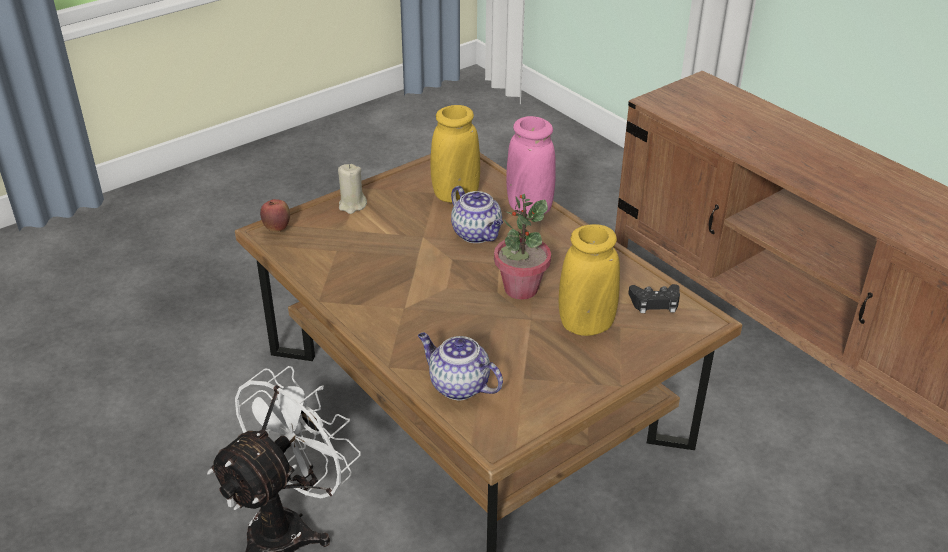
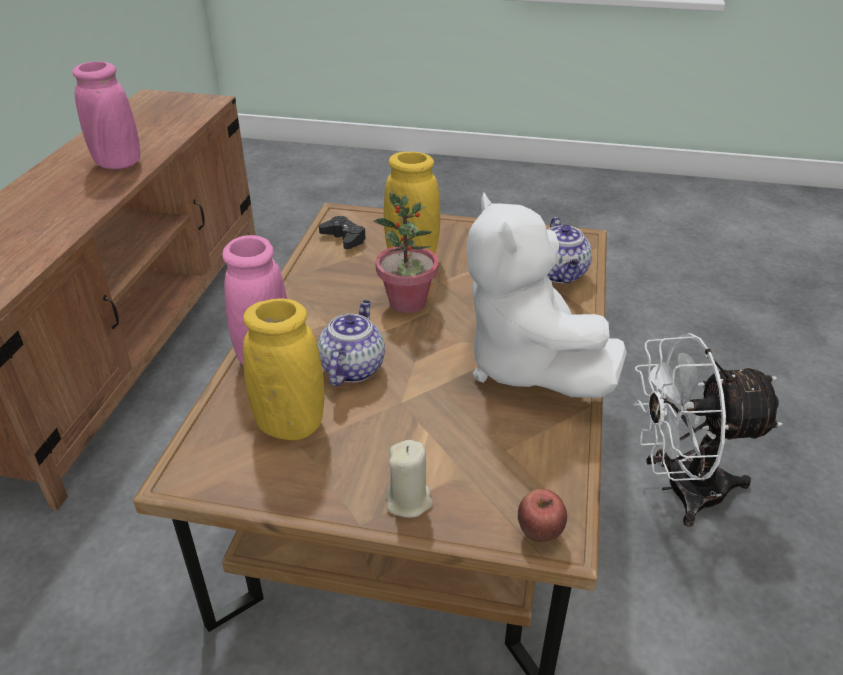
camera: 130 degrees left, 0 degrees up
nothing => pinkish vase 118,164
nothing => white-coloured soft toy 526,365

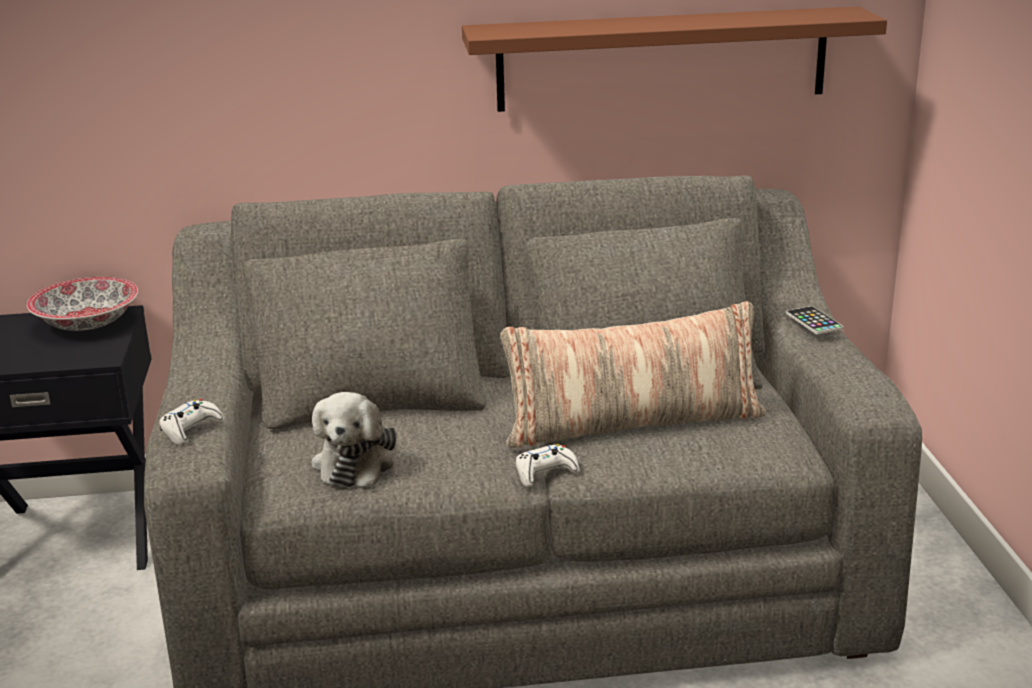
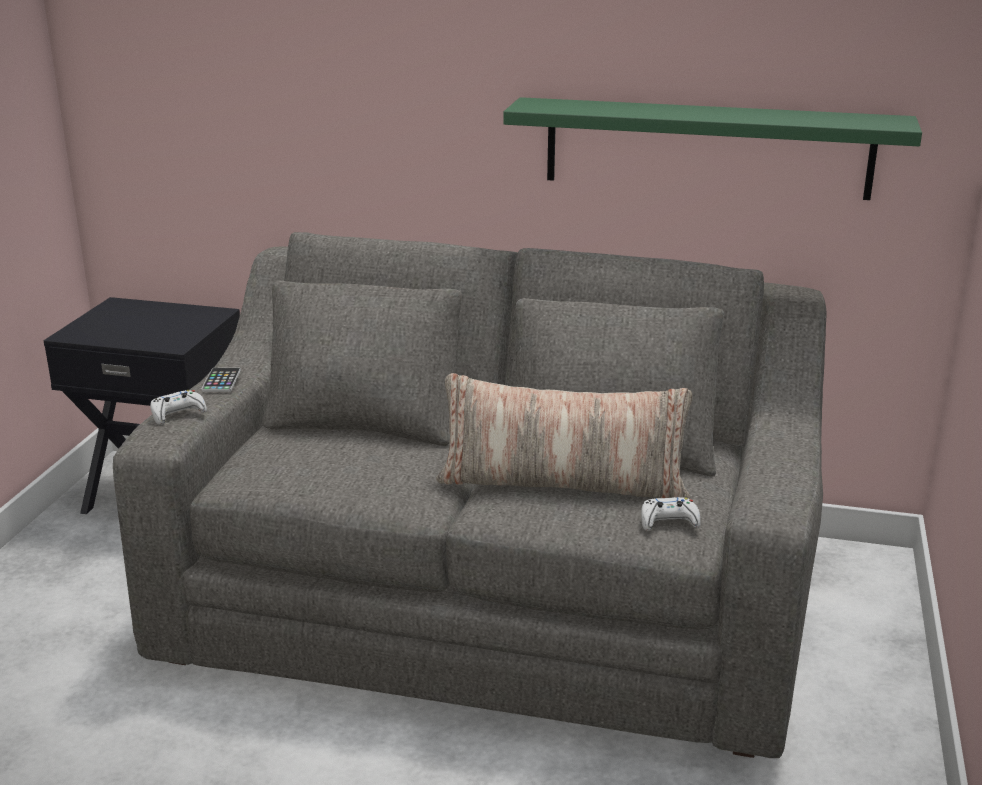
camera: 20 degrees right, 0 degrees up
telephone 814,321 => telephone 221,381, move
brown-coloured wall shelf 662,59 => green-coloured wall shelf 707,148
white-coloured game controller 545,473 => white-coloured game controller 668,521, move
serving bowl 88,323 => nothing
soft toy 355,462 => nothing

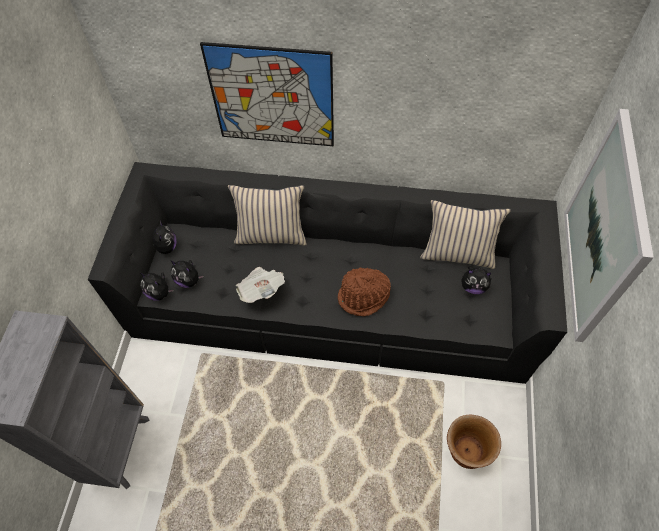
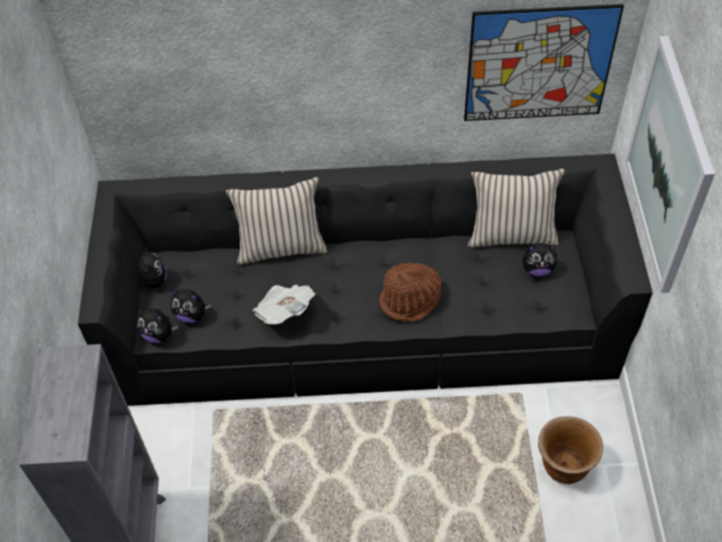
camera: 10 degrees left, 5 degrees down
wall picture 272,97 => wall picture 539,64, move

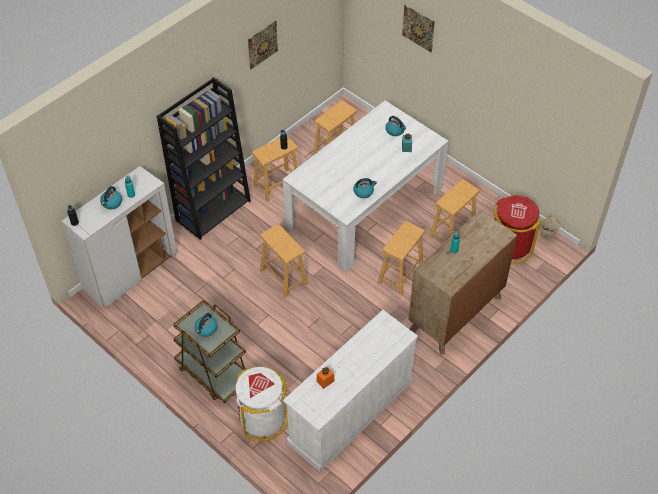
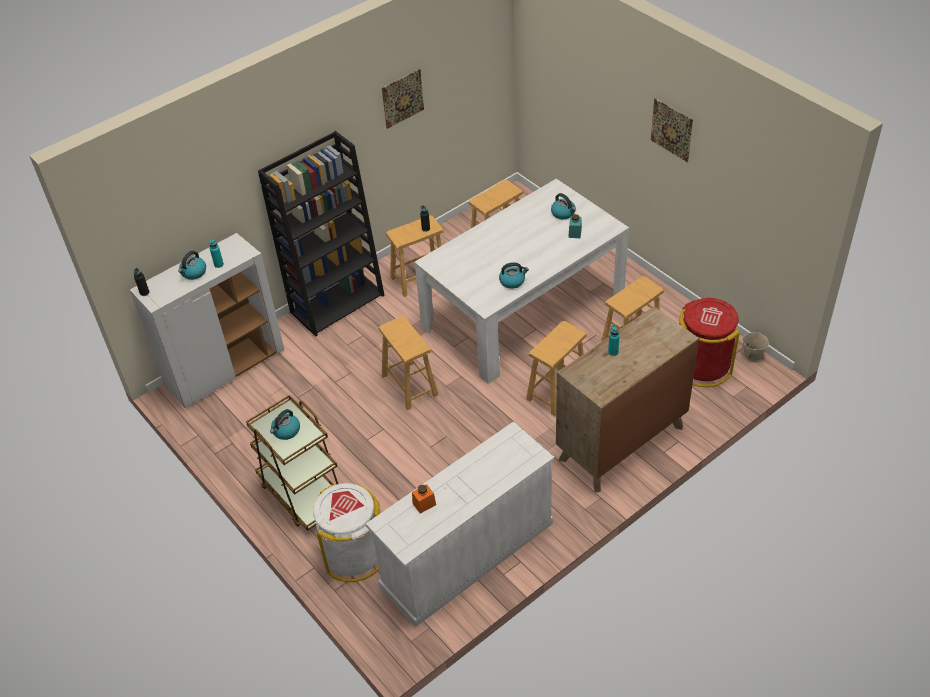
camera: 10 degrees right, 5 degrees down
wall picture 418,28 => wall picture 671,130, move

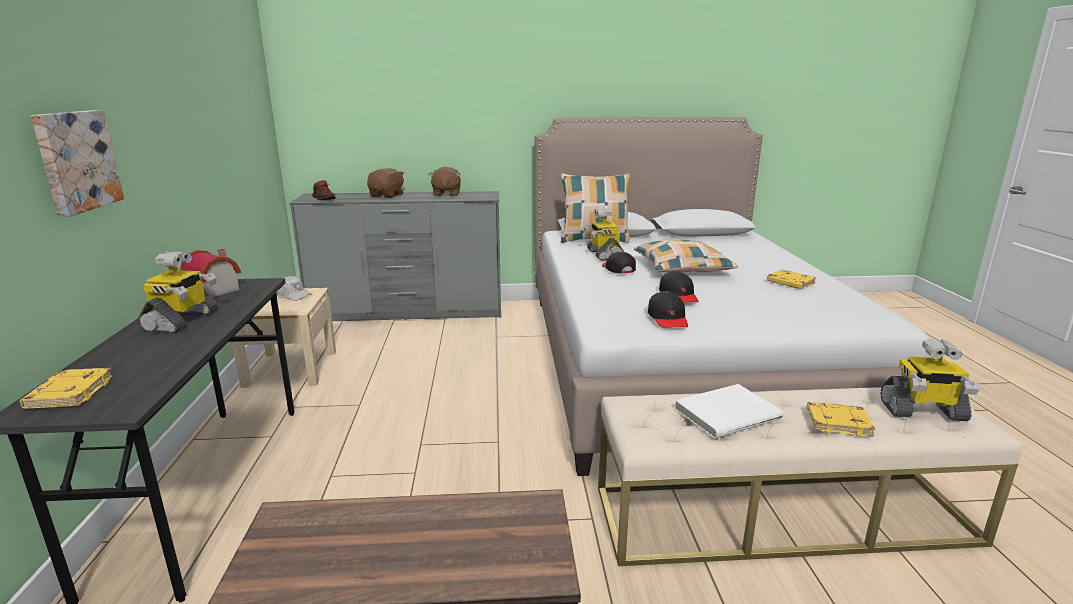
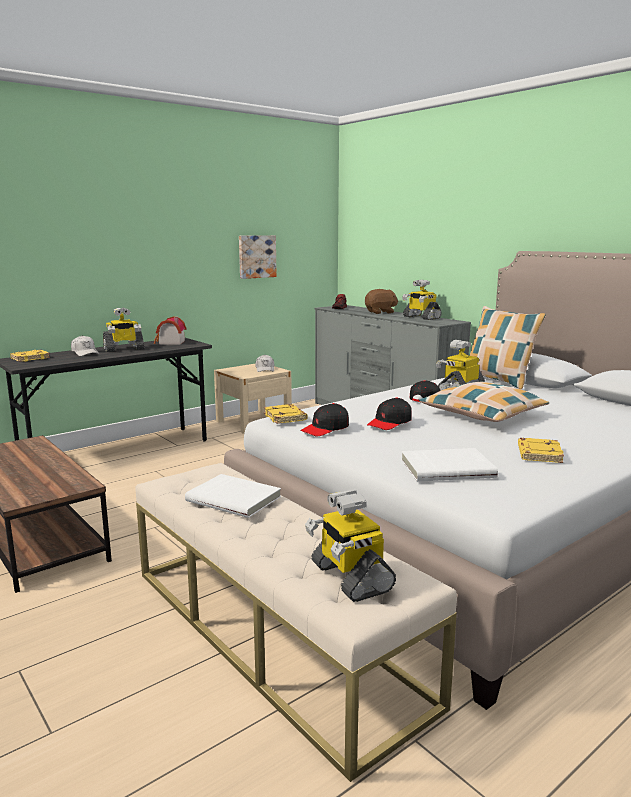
camera: 55 degrees right, 5 degrees down
nothing => white-coloured cap 85,353
wall picture 75,161 => wall picture 256,256, move
yellow-coloured bound book 838,422 => yellow-coloured bound book 286,417, move
nothing => white-coloured bound book 446,468
brown-coloured soft toy 446,194 => model robot 421,317

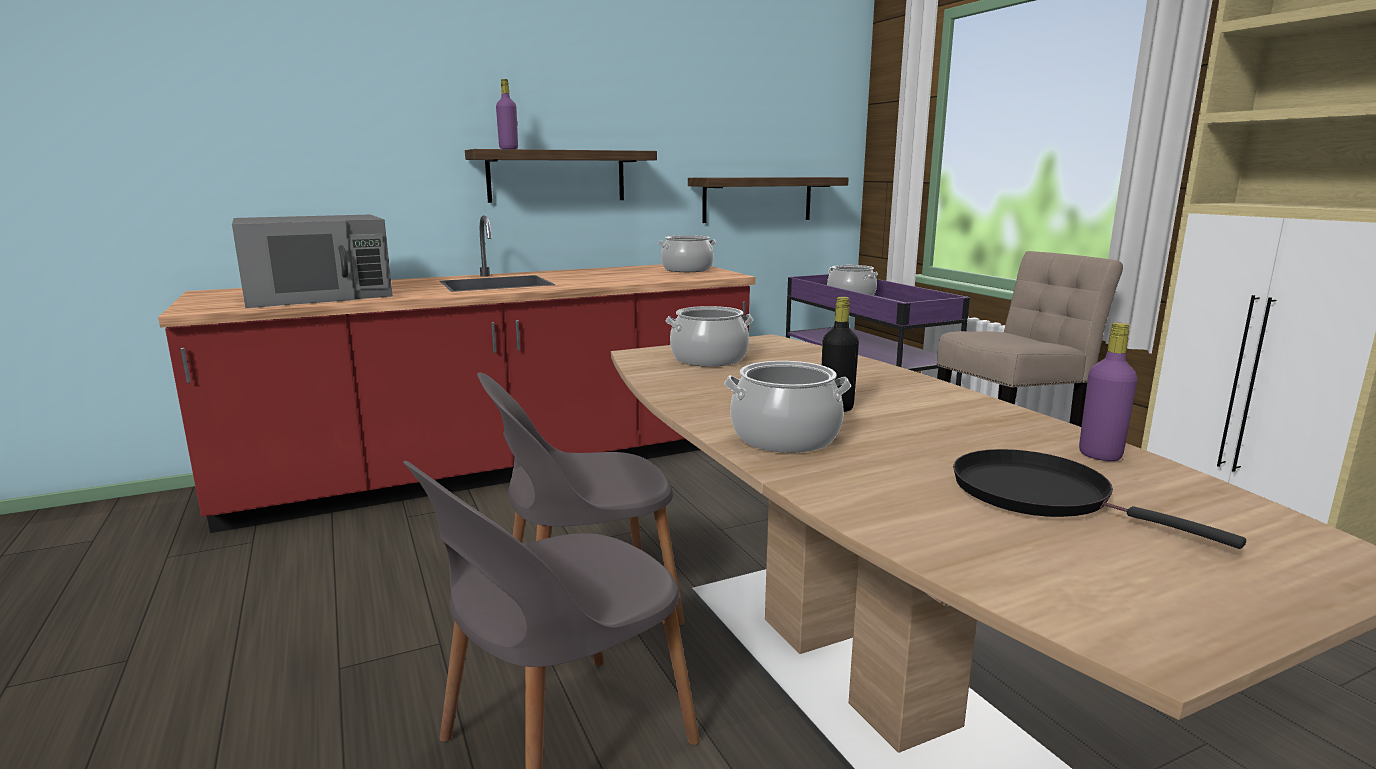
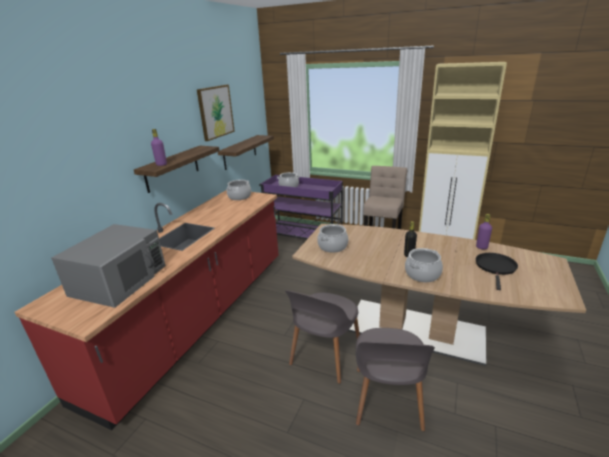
camera: 40 degrees left, 10 degrees up
nothing => wall picture 215,112
black-coloured pan 1040,495 => black-coloured pan 495,267, 105 degrees clockwise

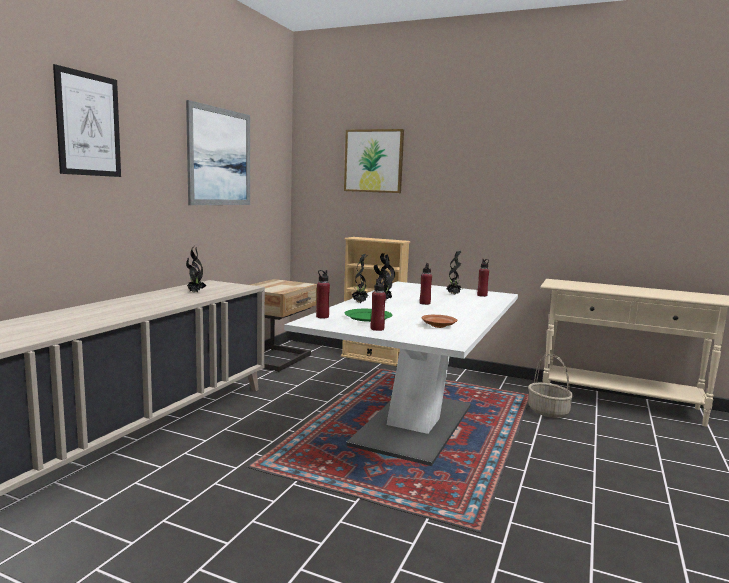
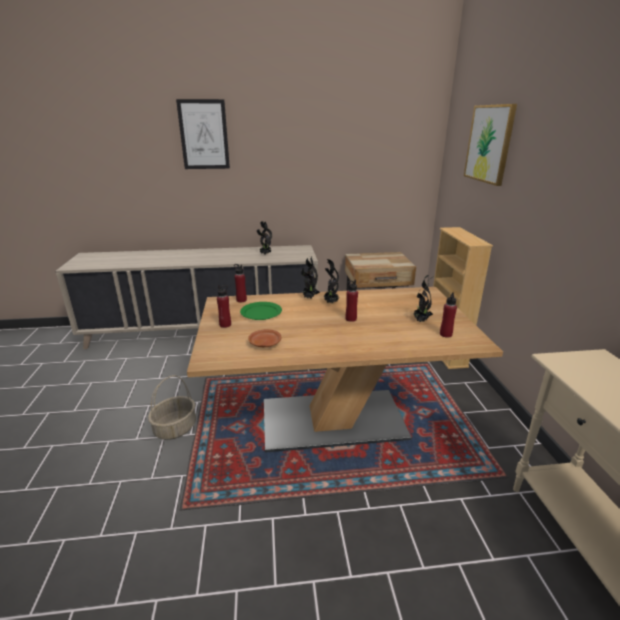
camera: 60 degrees right, 15 degrees up
storage basket 548,411 => storage basket 175,429, move
white-coloured dinner table 414,424 => brown-coloured dinner table 332,420
wall picture 220,157 => nothing

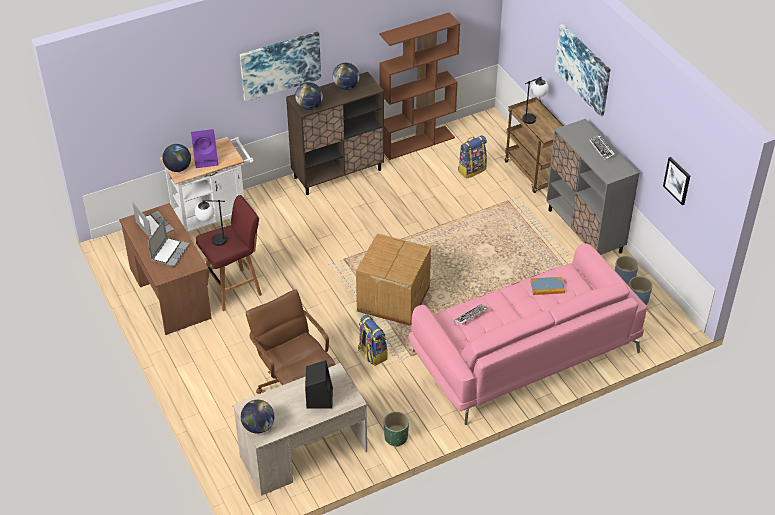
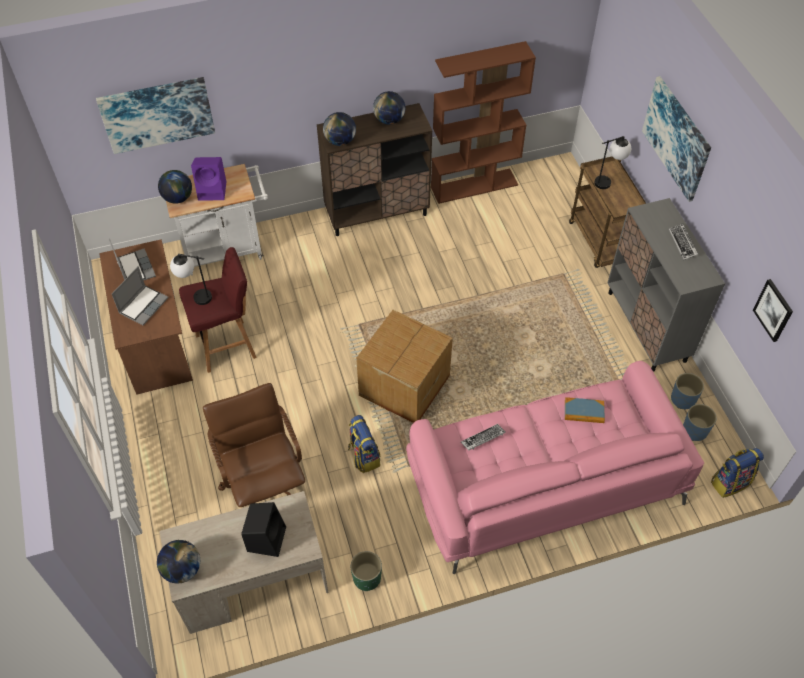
camera: 10 degrees right, 10 degrees up
wall picture 280,65 => wall picture 157,114, move
backpack 471,170 => backpack 730,482, move

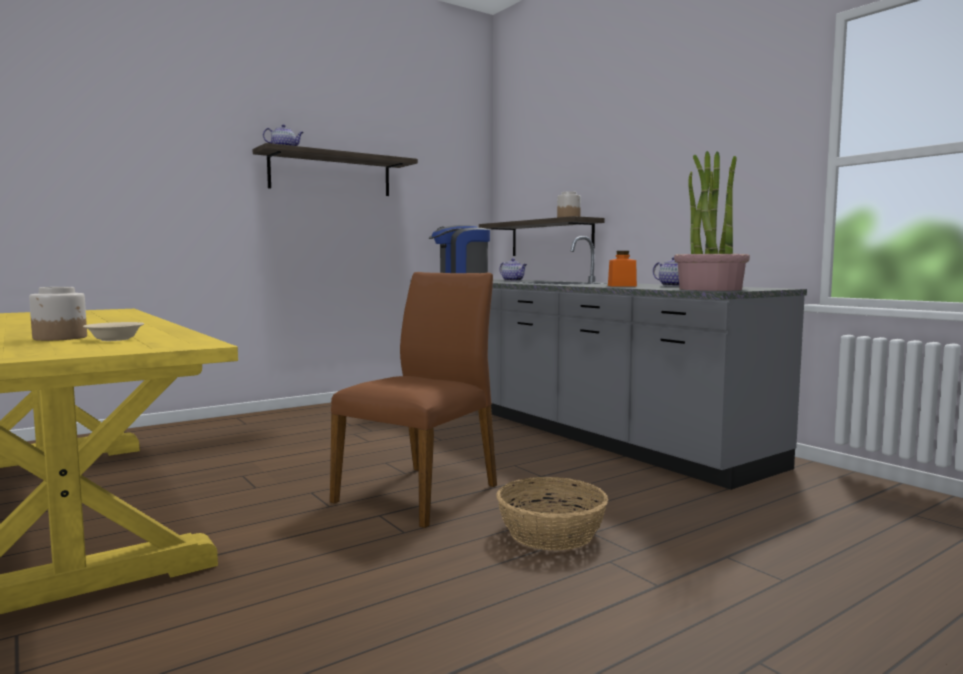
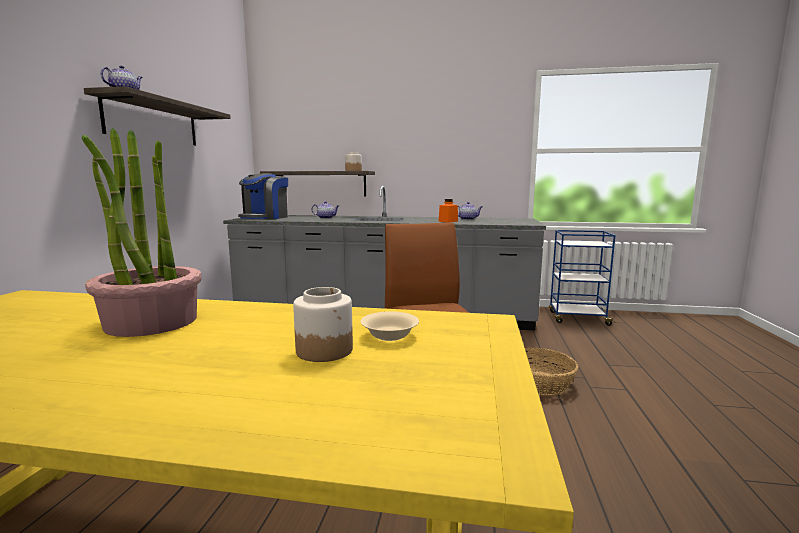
camera: 45 degrees left, 5 degrees up
potted plant 709,289 => potted plant 151,322, move
nothing => bluish wheeled cart 577,318

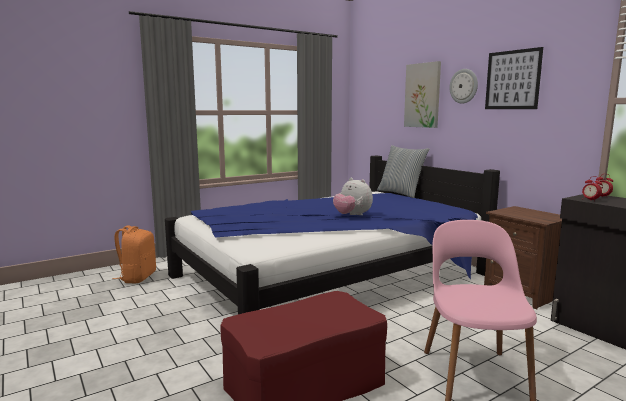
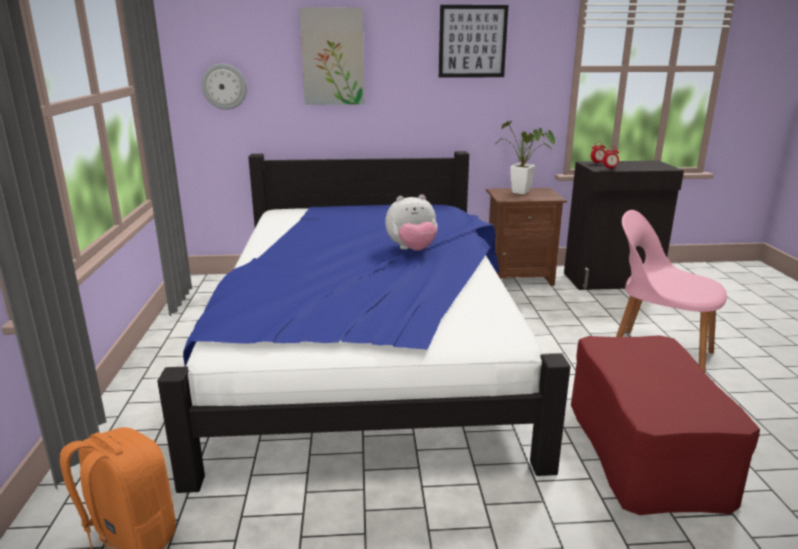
camera: 60 degrees left, 10 degrees up
wall clock 464,86 => wall clock 224,86, move
nothing => potted plant 524,193
pillow 401,193 => nothing

